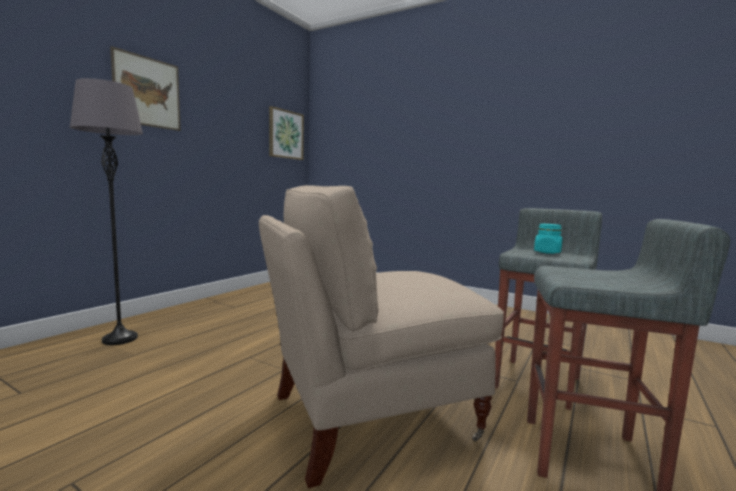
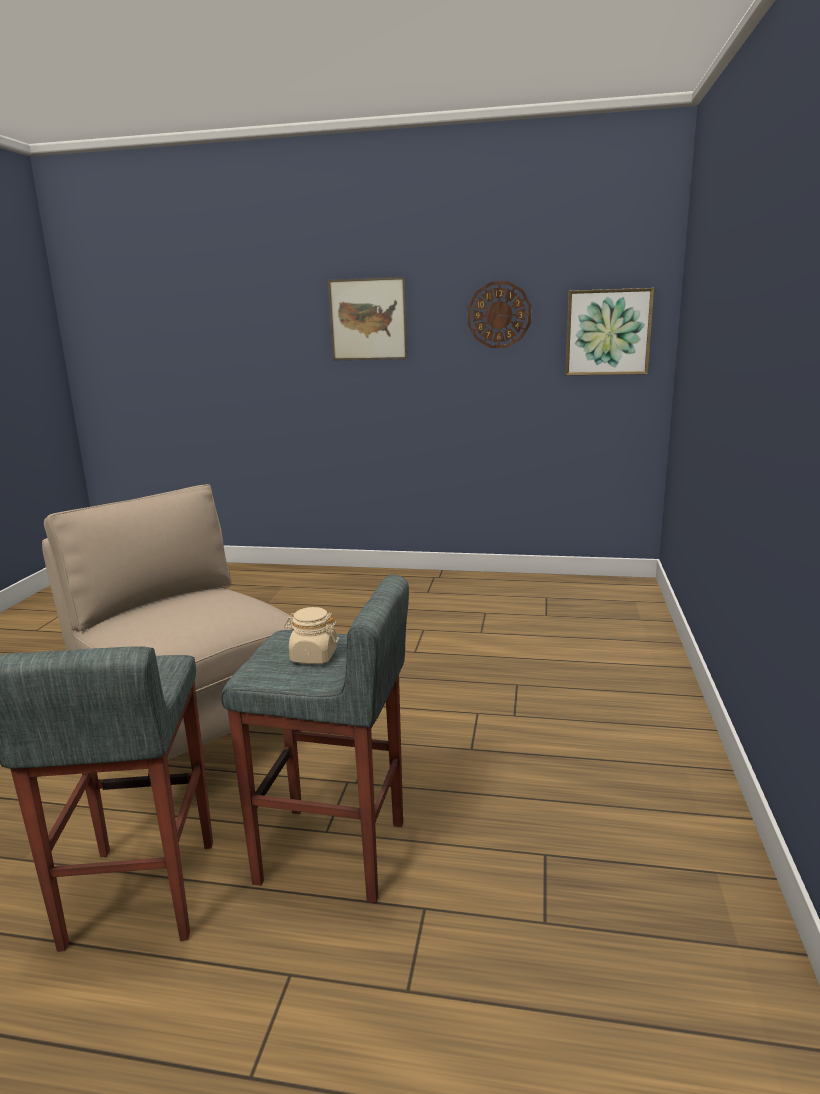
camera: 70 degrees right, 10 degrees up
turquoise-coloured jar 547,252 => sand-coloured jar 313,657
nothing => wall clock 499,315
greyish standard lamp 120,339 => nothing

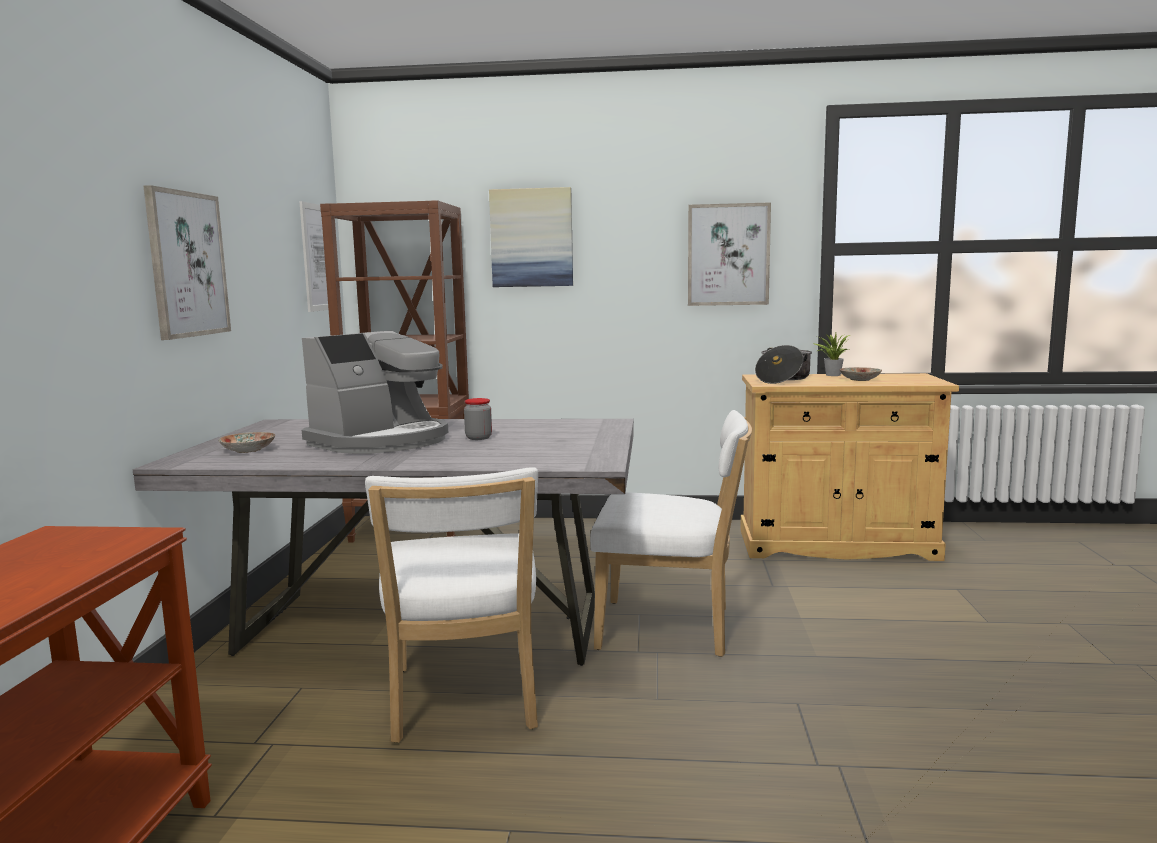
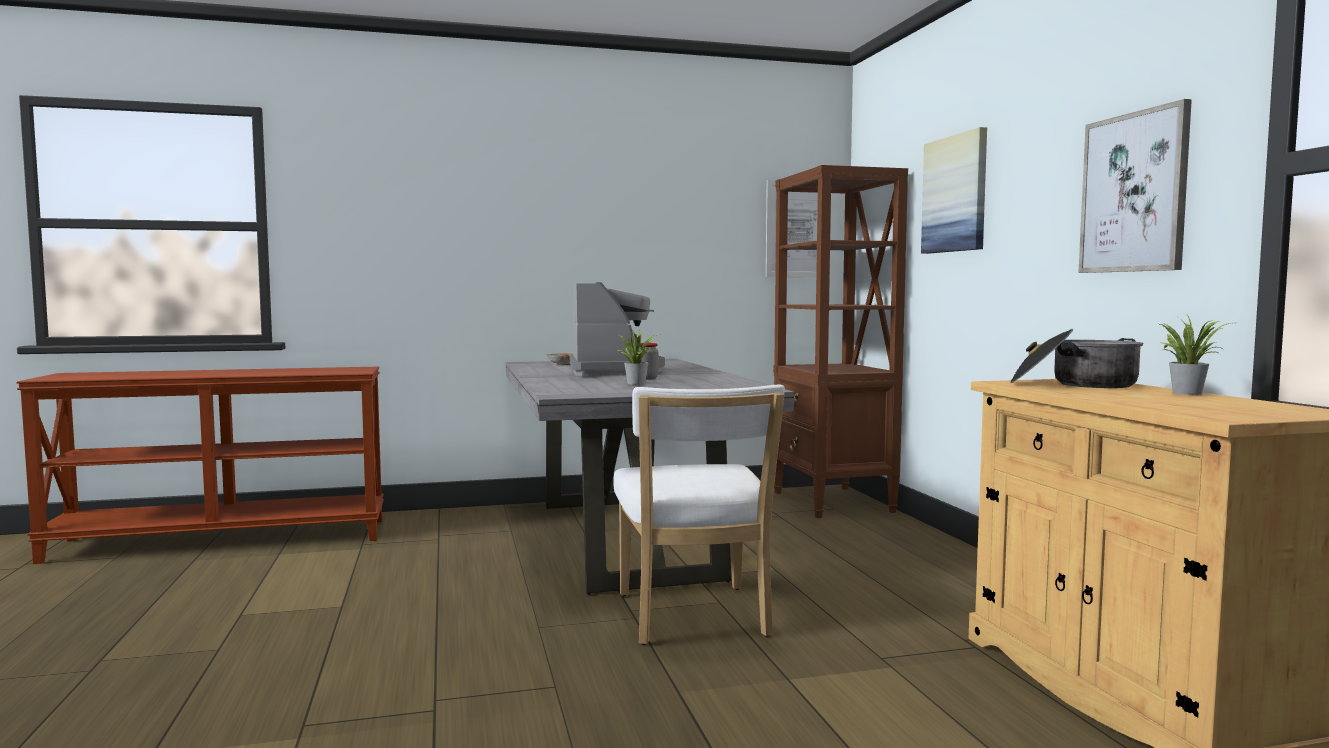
camera: 70 degrees right, 5 degrees down
coffee maker 381,441 => coffee maker 614,371, 120 degrees counterclockwise
nothing => potted plant 638,383
wall picture 186,264 => nothing
white-coloured chair 463,703 => nothing
dinner plate 859,380 => nothing

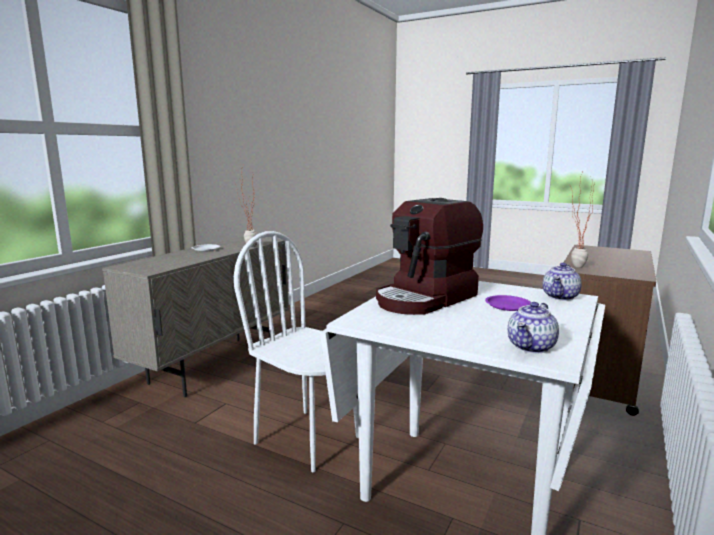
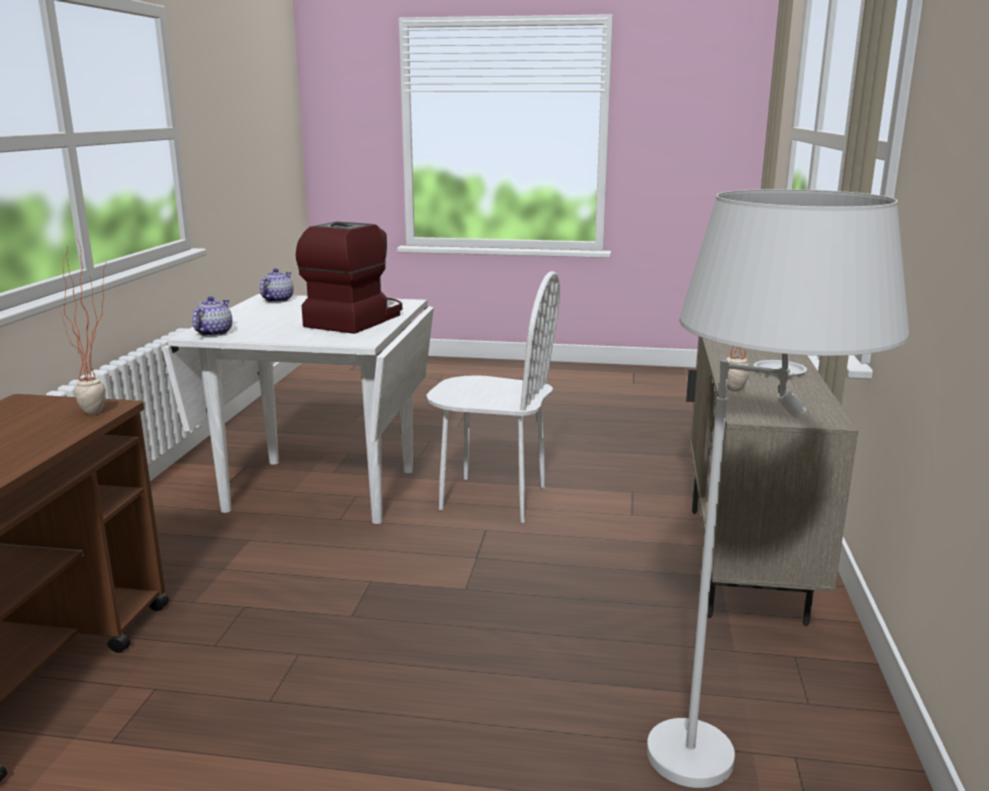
camera: 160 degrees right, 5 degrees up
nothing => white-coloured standard lamp 739,770
purplish dinner plate 507,306 => nothing

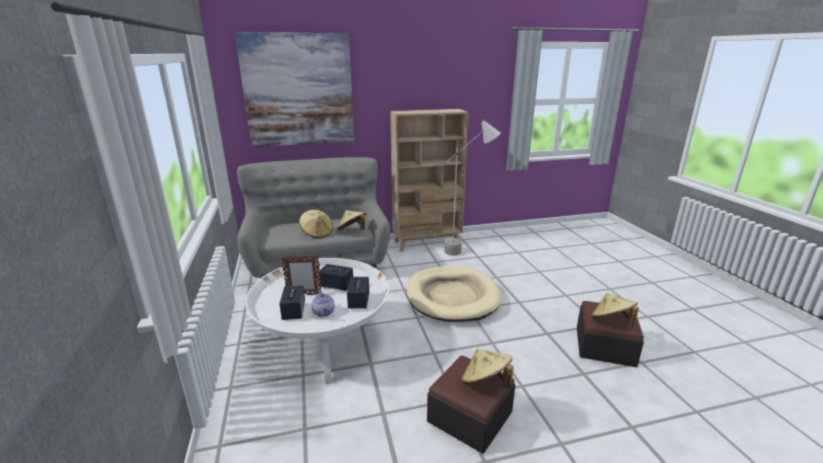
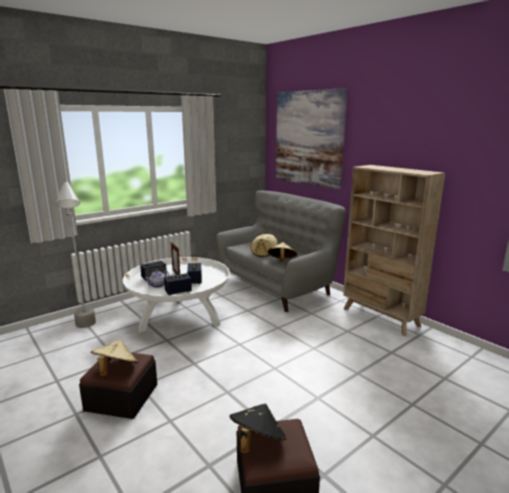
camera: 65 degrees right, 5 degrees down
greyish standard lamp 467,252 => greyish standard lamp 86,330, move
sand-coloured wearable hat 611,322 => black-coloured wearable hat 257,442
sand-coloured dog bed 452,297 => nothing

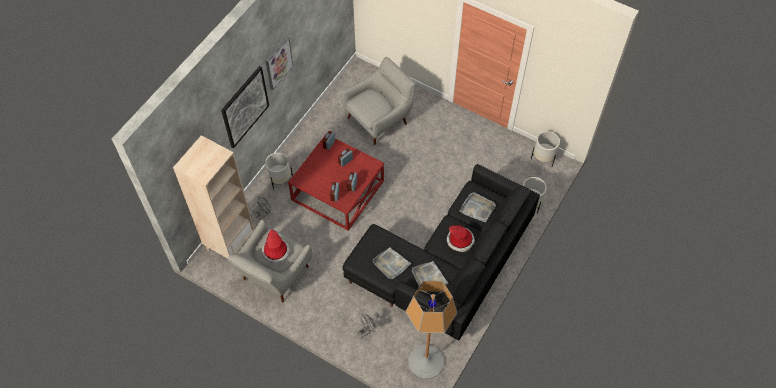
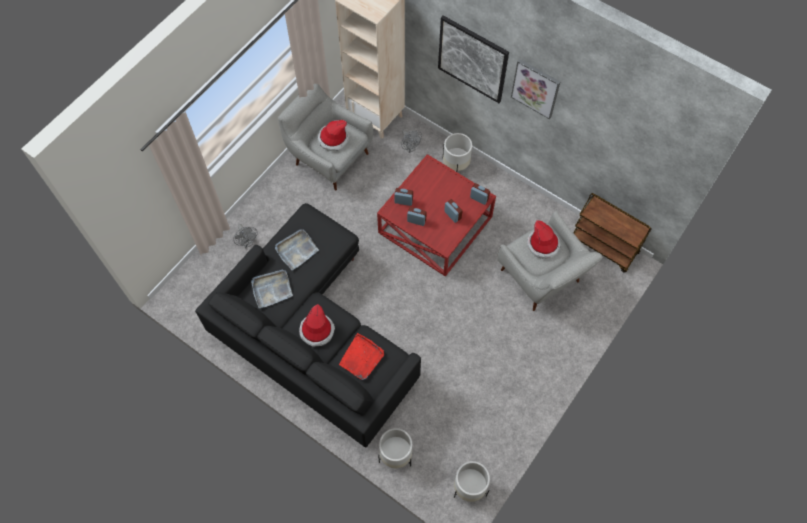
camera: 95 degrees right, 5 degrees up
greyish tray 477,208 => red tray 361,358
nothing => wearable hat 543,244
nothing => brown-coloured wheeled cart 604,246
standard lamp 426,362 => nothing

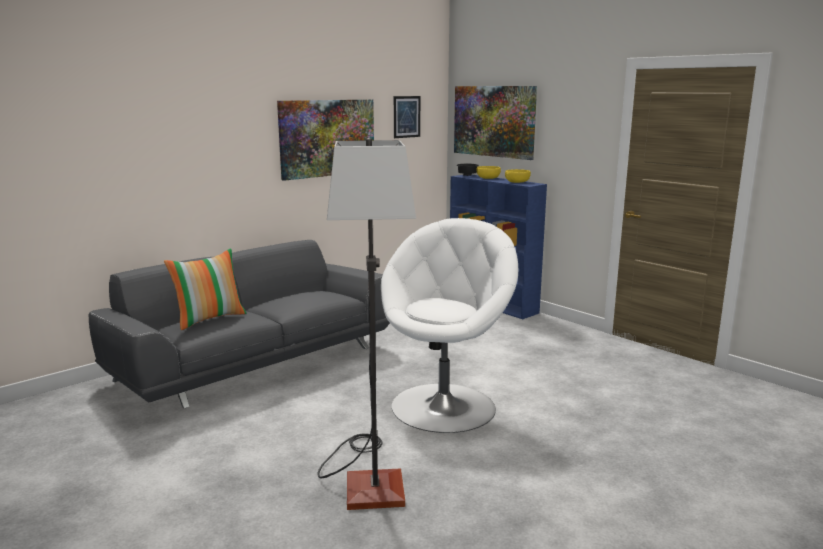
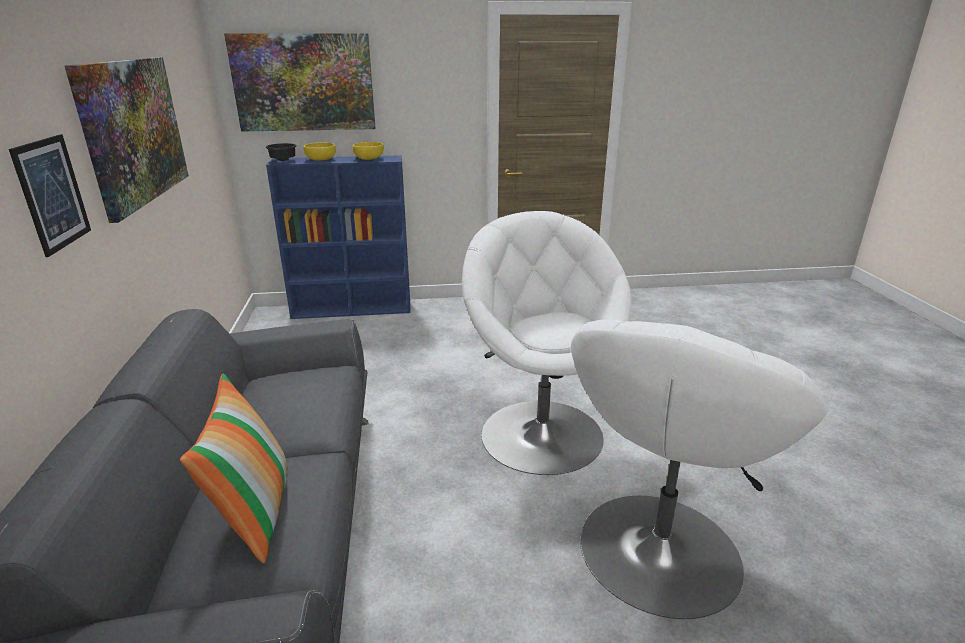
camera: 55 degrees left, 10 degrees up
wall picture 406,117 => wall picture 52,194, move
standard lamp 368,480 => white-coloured armchair 657,552

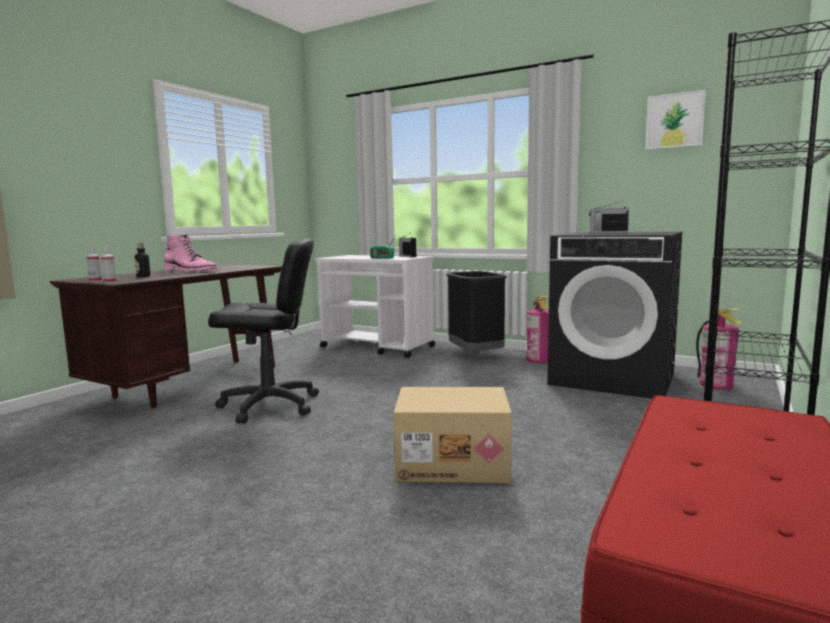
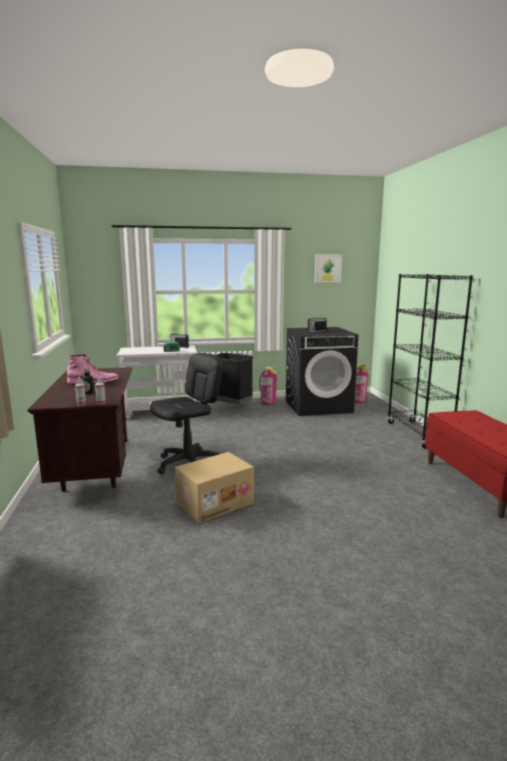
camera: 40 degrees left, 5 degrees up
carton 453,463 => carton 215,502, move

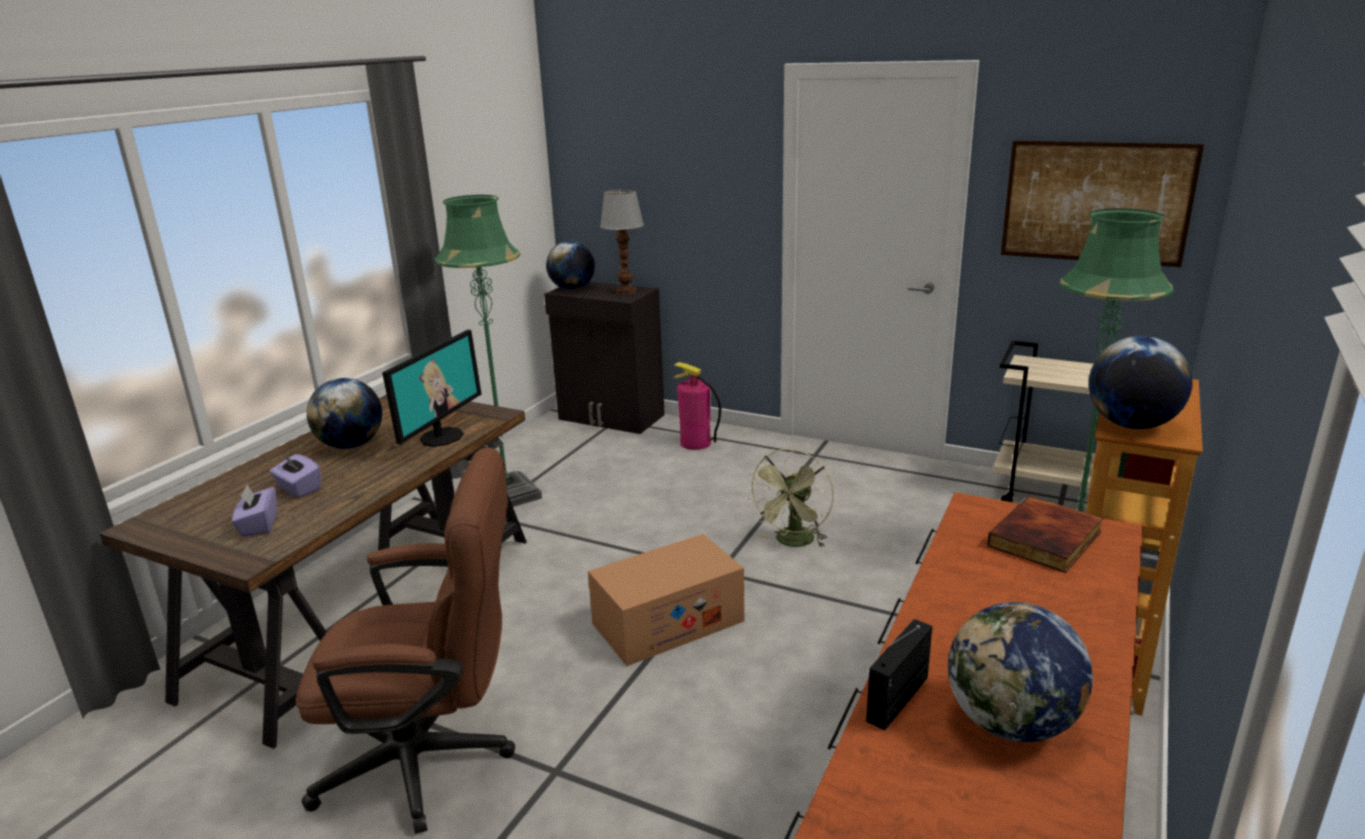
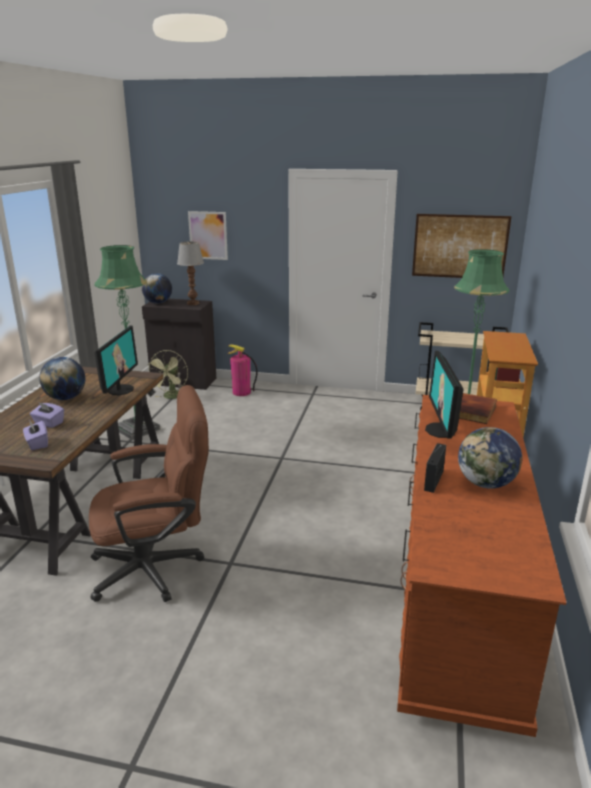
camera: 15 degrees left, 0 degrees up
green-coloured fan 793,543 => green-coloured fan 171,397, move
nothing => wall picture 208,235
nothing => computer display 441,430
carton 668,622 => nothing
globe 1131,425 => nothing

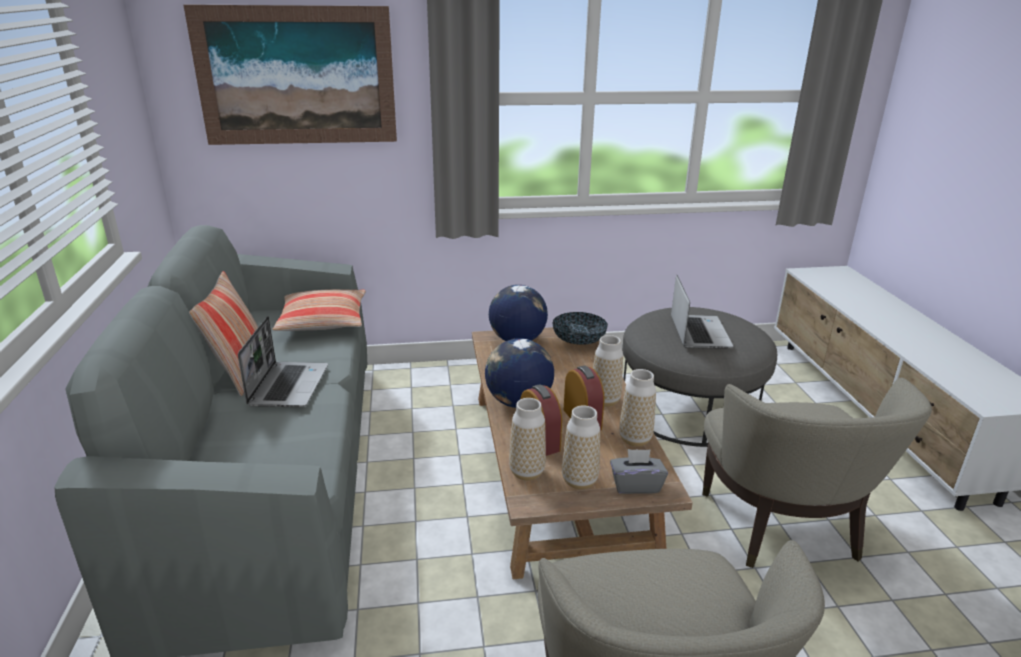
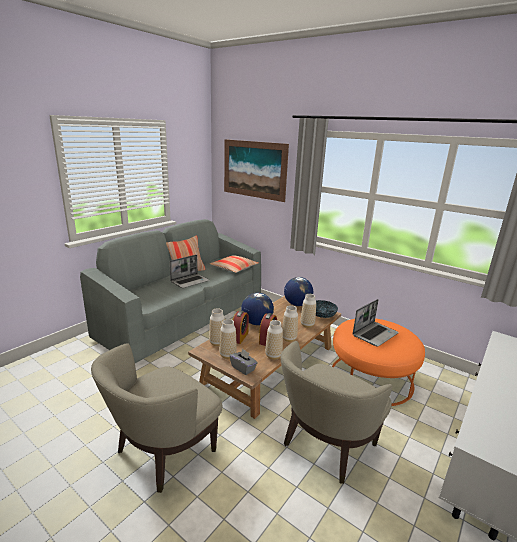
camera: 45 degrees right, 5 degrees down
nothing => vase 307,325
greyish pouffe 689,406 => orange-coloured pouffe 371,377

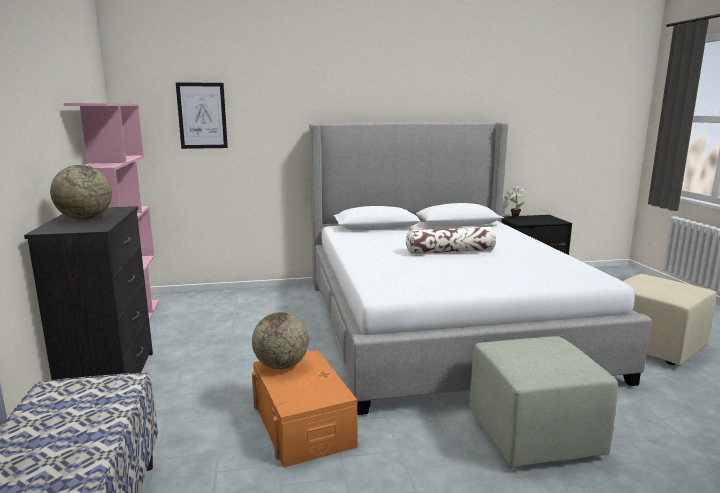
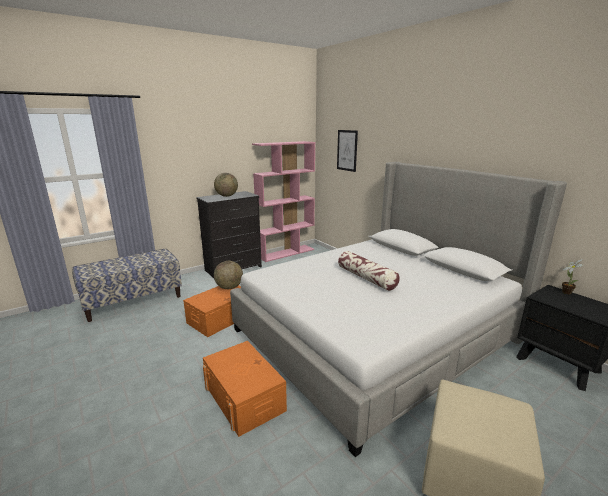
camera: 65 degrees right, 5 degrees up
green-coloured pouffe 534,435 => orange-coloured storage bin 244,398

